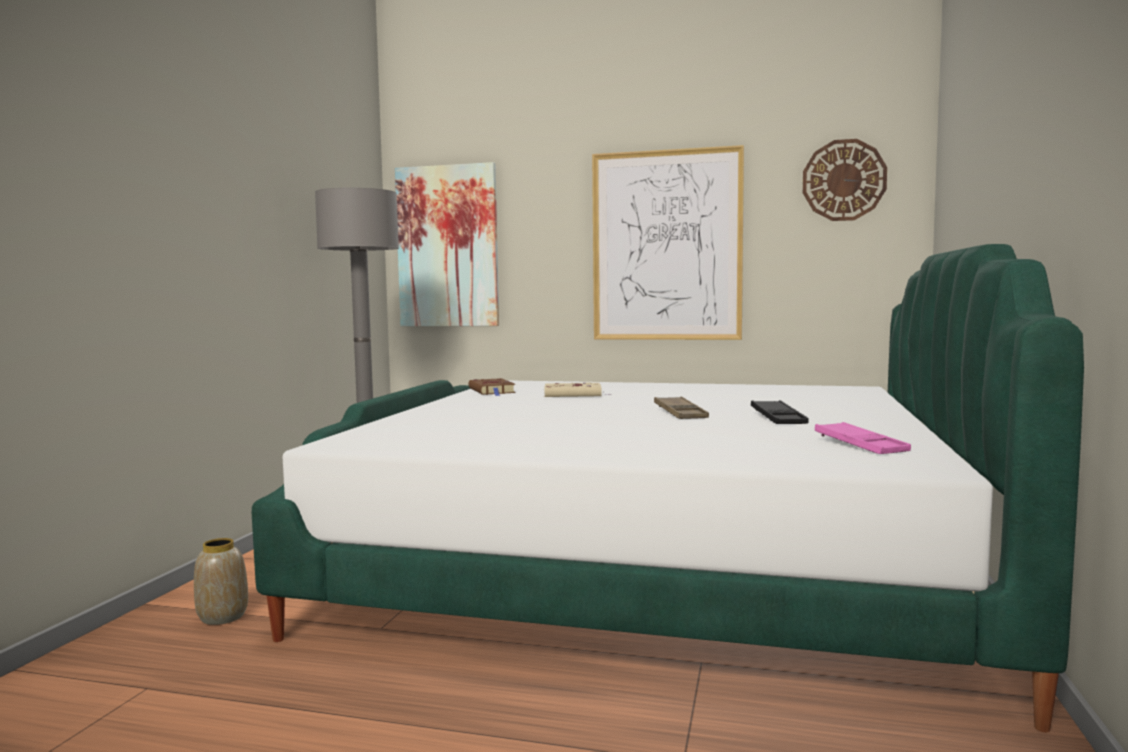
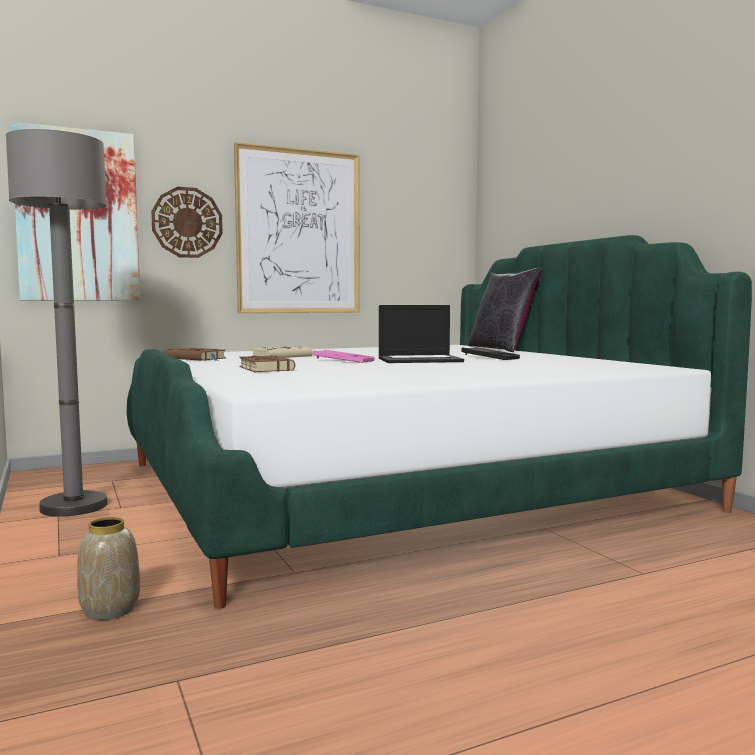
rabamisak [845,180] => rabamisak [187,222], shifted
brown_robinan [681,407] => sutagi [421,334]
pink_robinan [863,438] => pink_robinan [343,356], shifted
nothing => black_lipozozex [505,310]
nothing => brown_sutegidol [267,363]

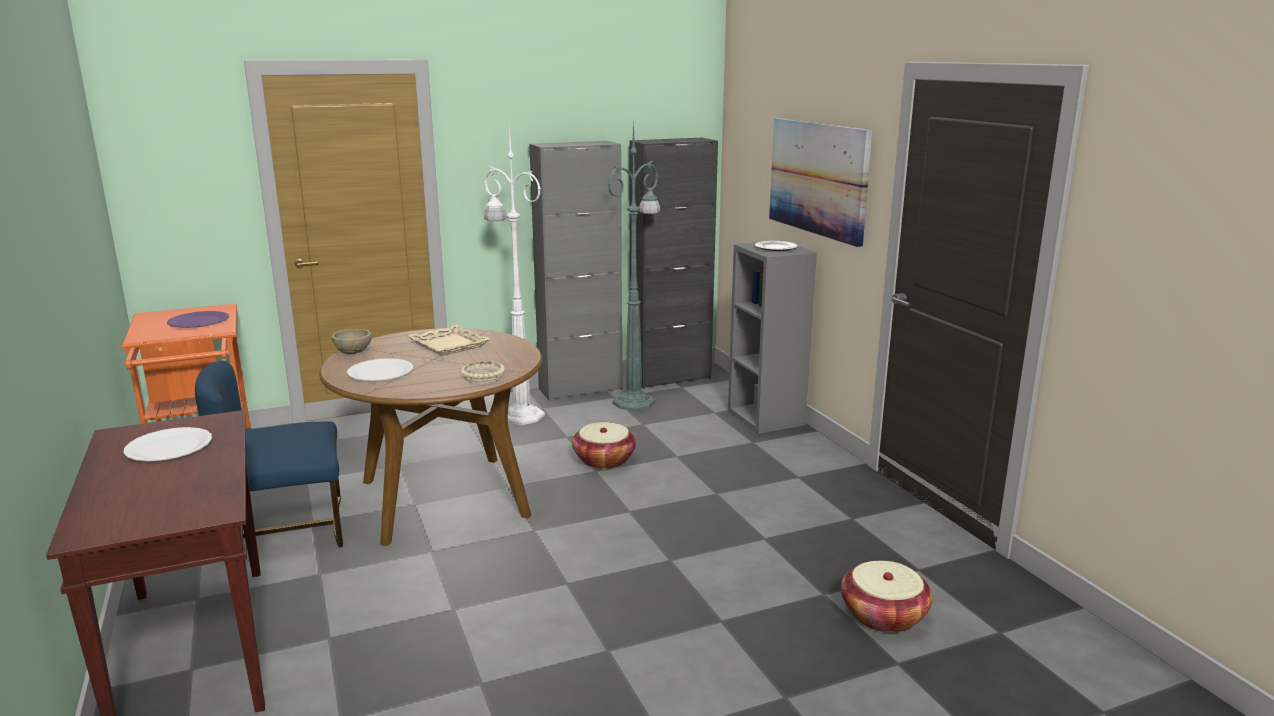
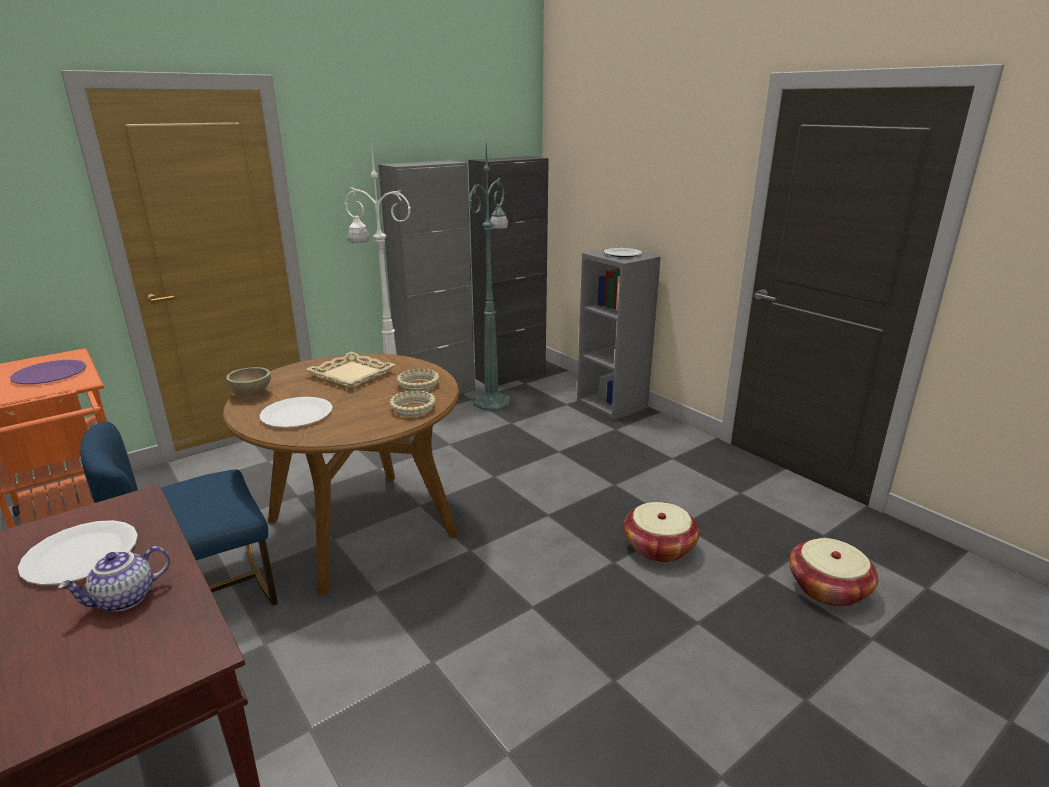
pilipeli [820,182] => nothing
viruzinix [604,445] => viruzinix [661,532], shifted
nothing => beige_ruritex [418,380]
nothing => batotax [114,579]

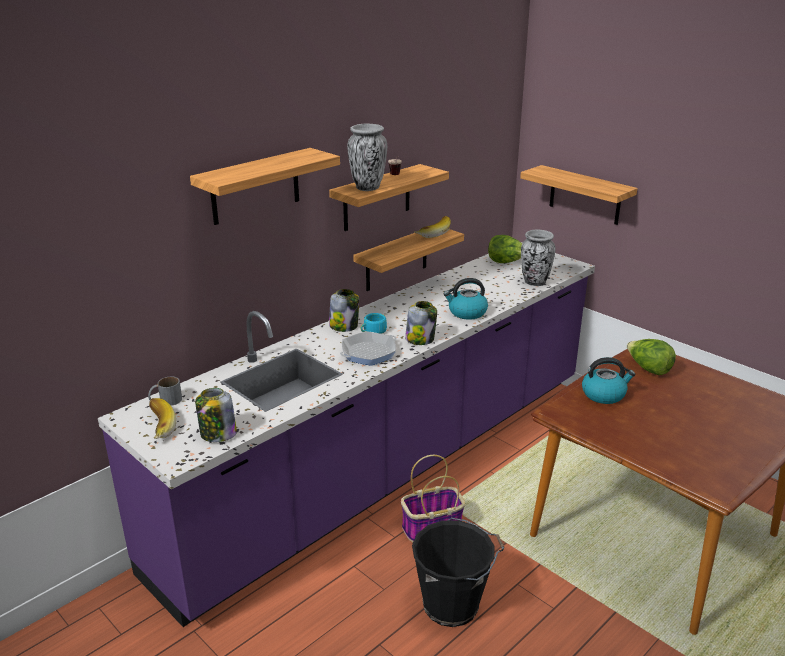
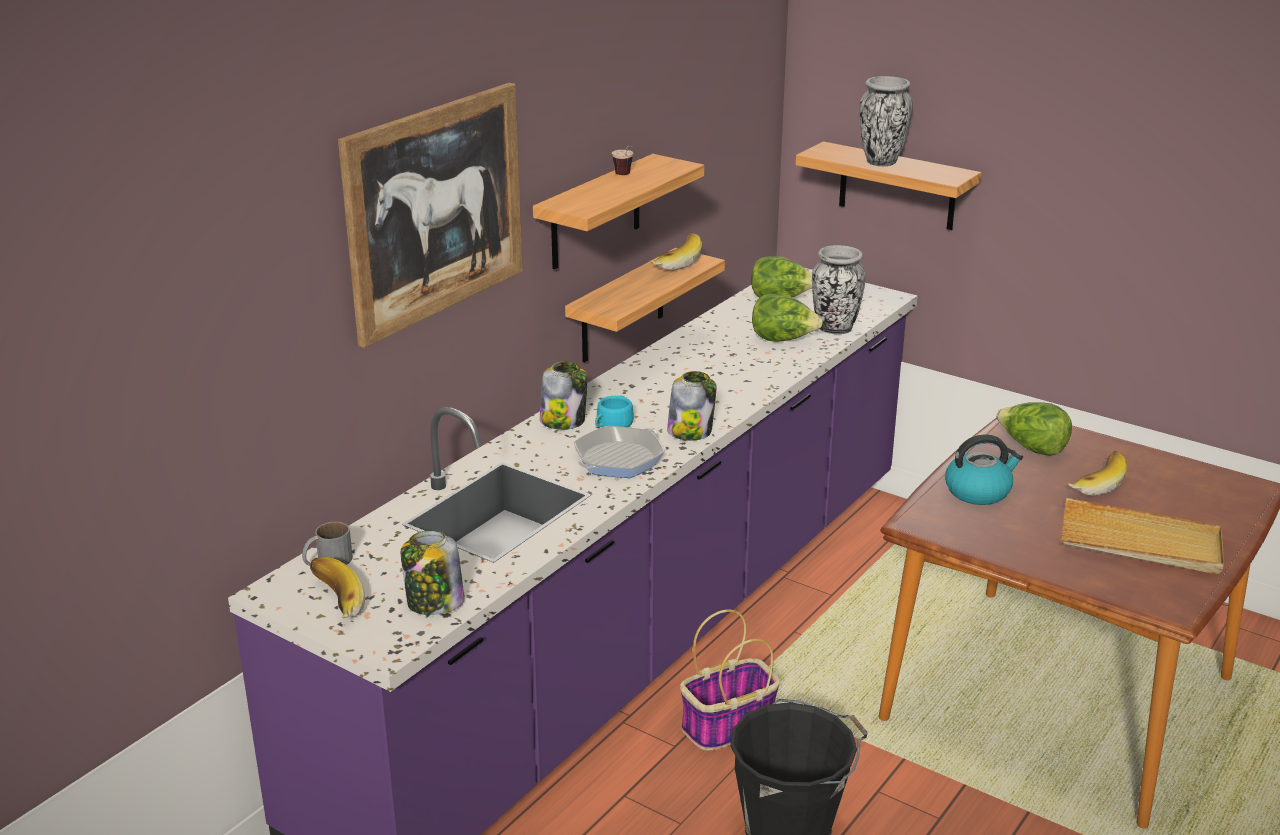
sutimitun [367,157] => sutimitun [886,121], shifted
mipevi [265,186] => pilipeli [430,215]
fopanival [465,299] => nothing
nothing => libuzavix [787,318]
nothing => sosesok [1097,473]
nothing => beige_robinan [1142,536]

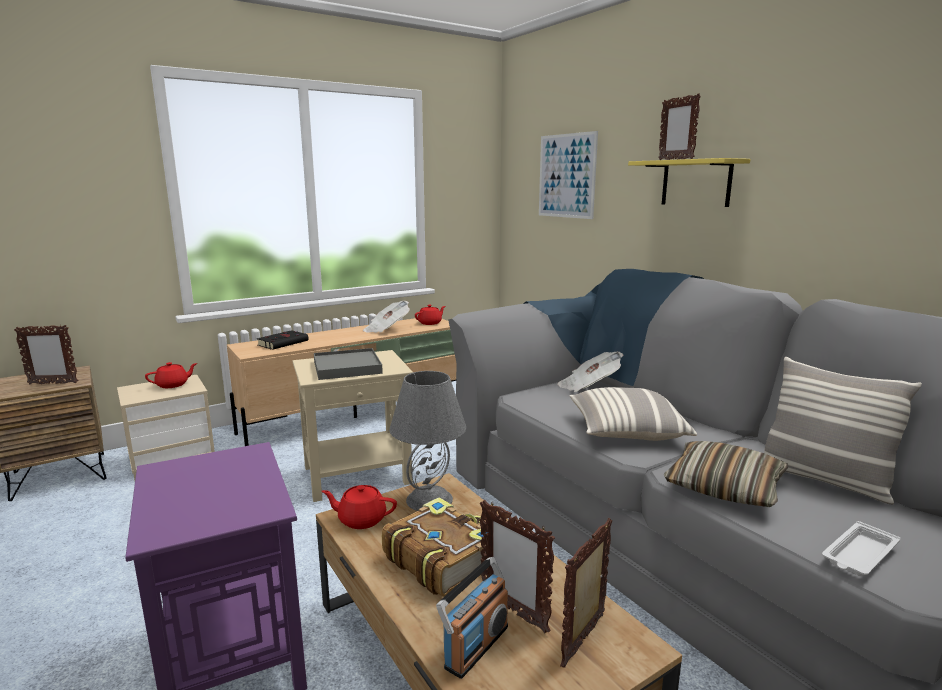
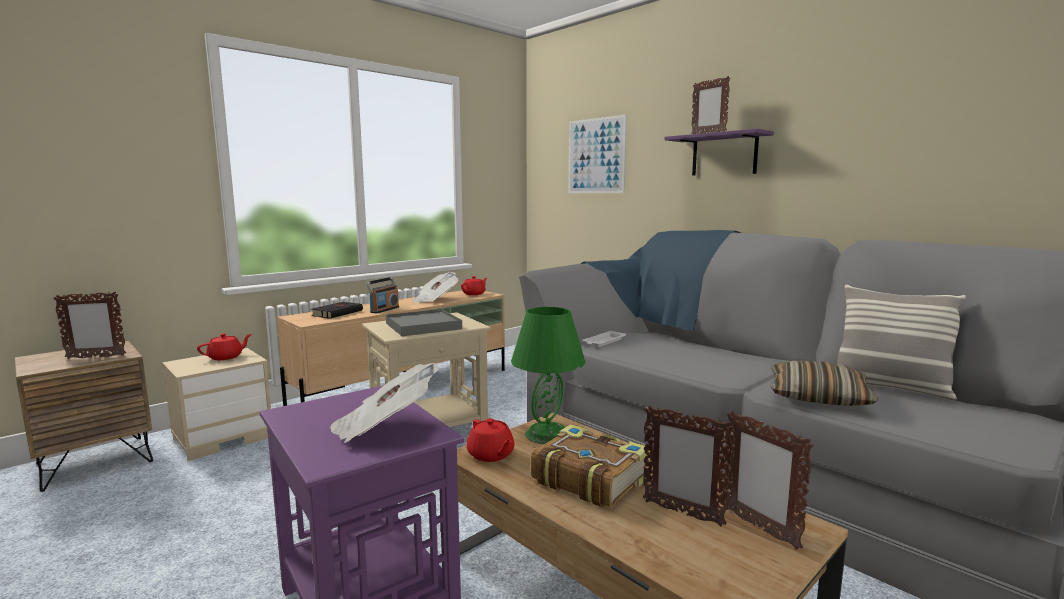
yellow_mipevi [689,182] => purple_mipevi [719,152]
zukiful [591,372] => zukiful [384,403], shifted
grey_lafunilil [427,441] => green_lafunilil [548,375]
lipozozex [633,414] => nothing
red_batotax [359,507] => red_batotax [491,440], 120 degrees counterclockwise
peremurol [586,593] => peremurol [769,480], 60 degrees counterclockwise
white_robinan [861,548] => white_robinan [604,339], shifted
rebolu [472,618] => rebolu [382,295], shifted

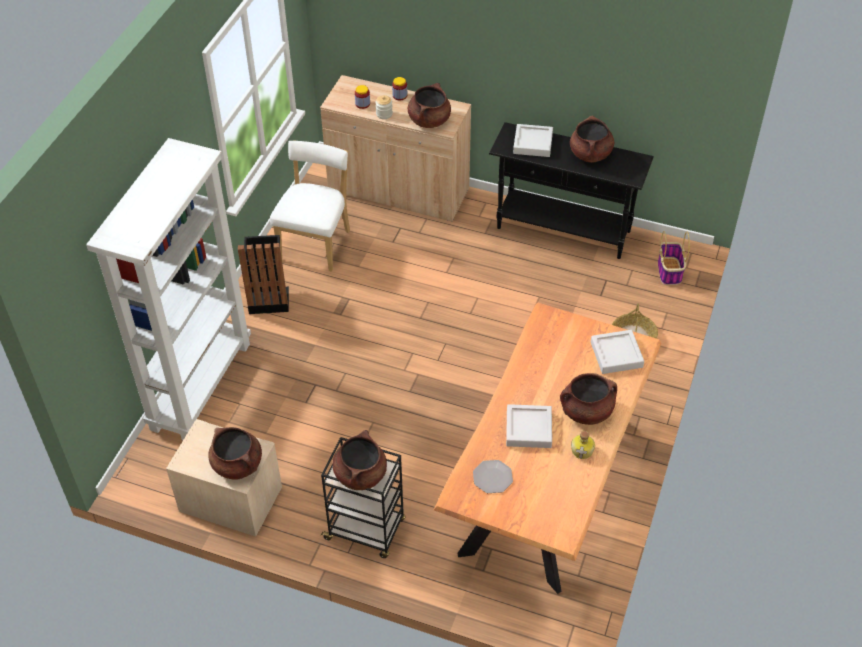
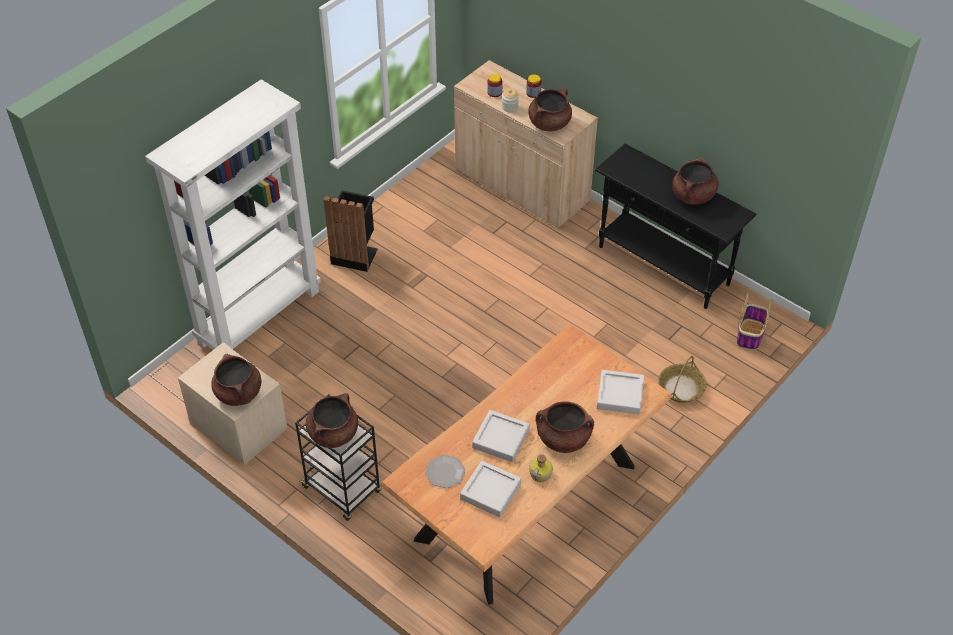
grey_robinan [533,140] => grey_robinan [490,489], shifted
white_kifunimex [310,206] => nothing

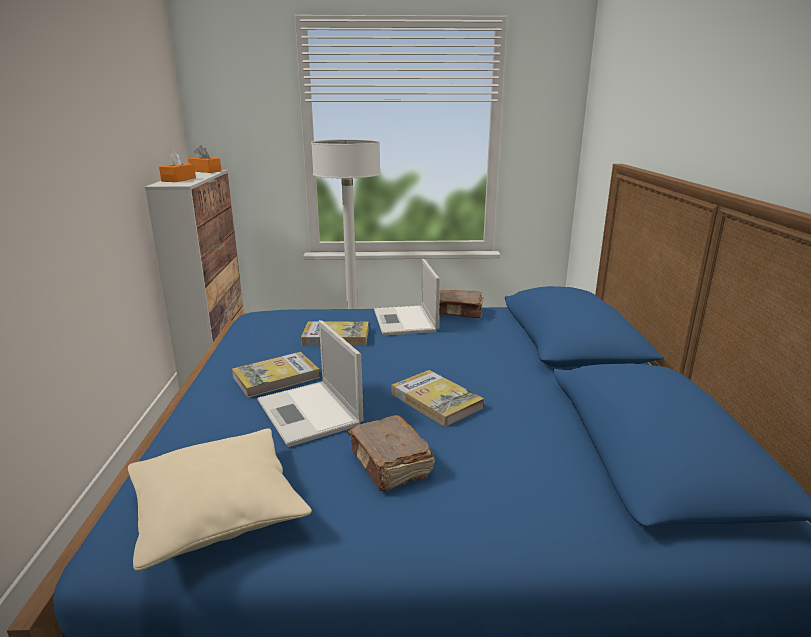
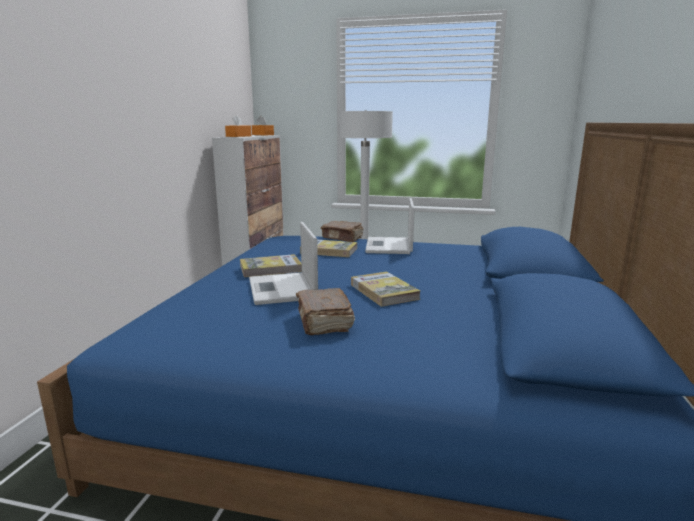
brown_sutegidol [461,304] => brown_sutegidol [342,231], shifted
beige_lipozozex [220,499] => nothing

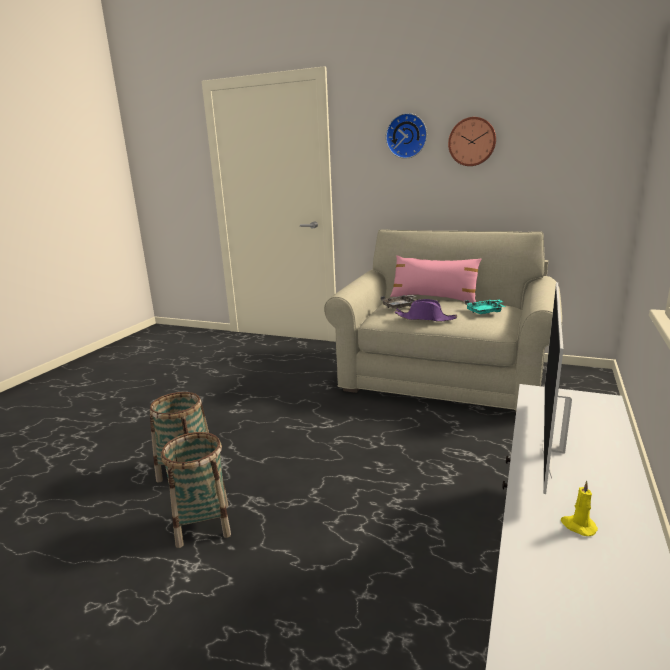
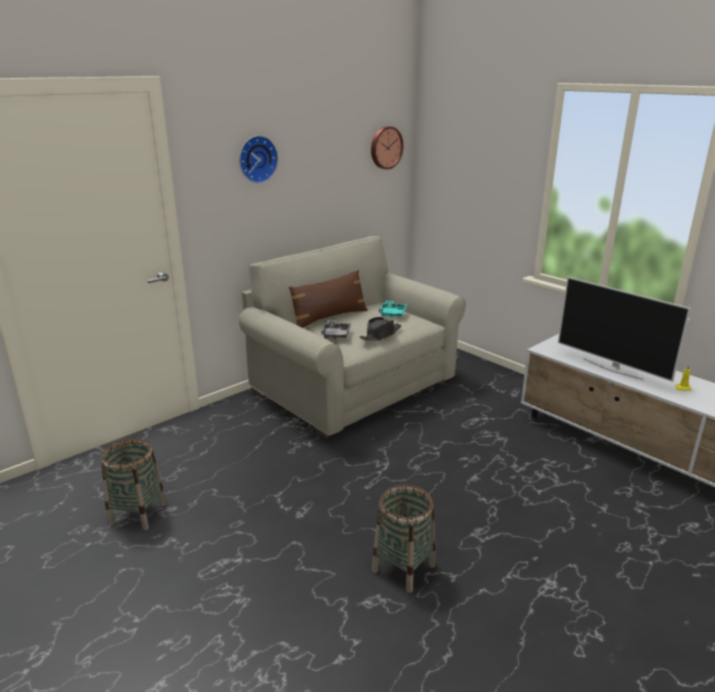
rabamisak [472,141] => rabamisak [387,147], shifted
pink_lipozozex [435,279] => brown_lipozozex [328,299]
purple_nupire [426,310] => black_nupire [380,329]
viruzinix [196,490] => viruzinix [133,484], shifted

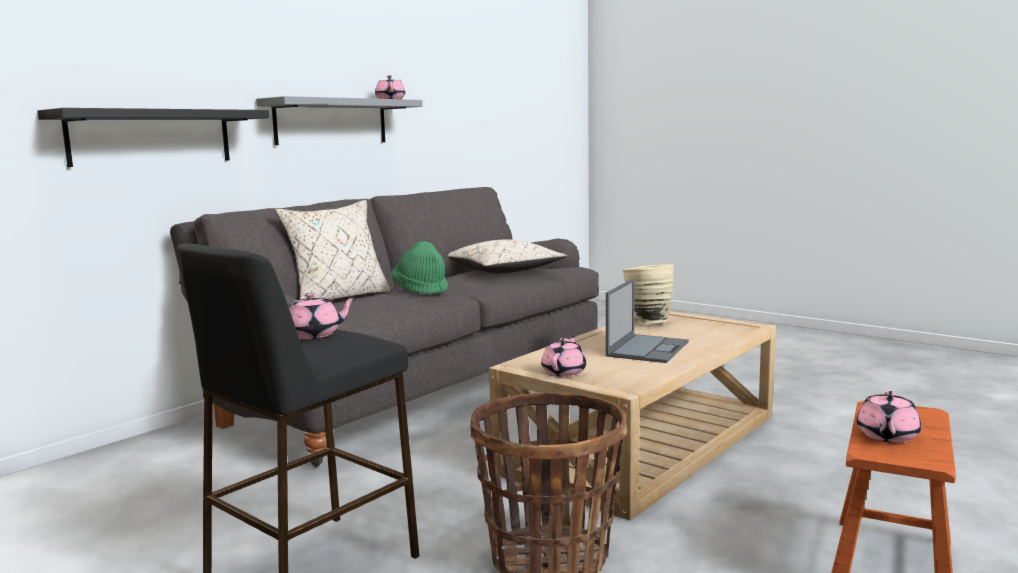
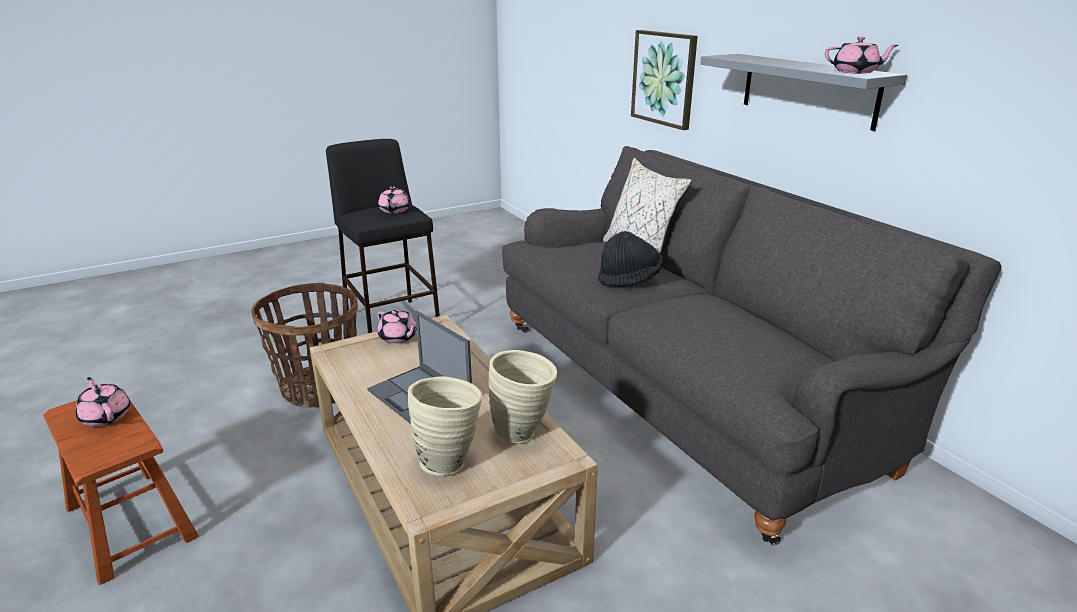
black_mipevi [153,137] => pilipeli [664,80]
beige_lipozozex [507,256] => nothing
green_nupire [420,268] => black_nupire [630,259]
nothing => beige_sutimitun [445,426]

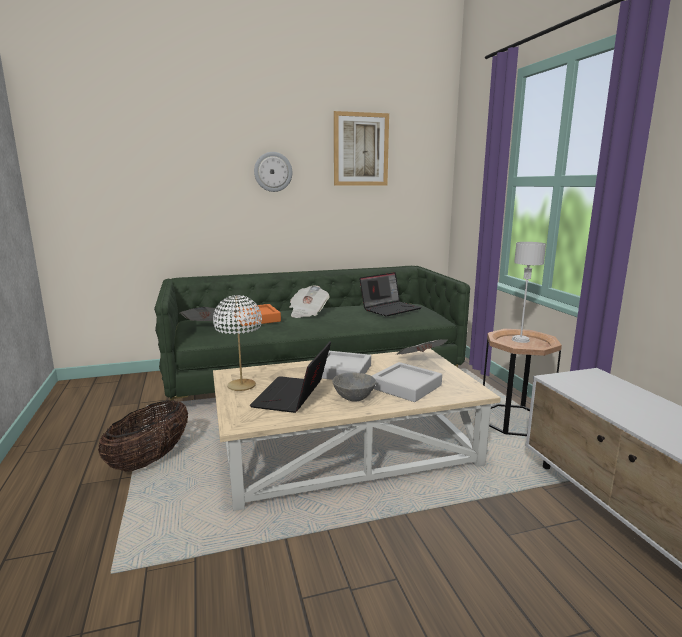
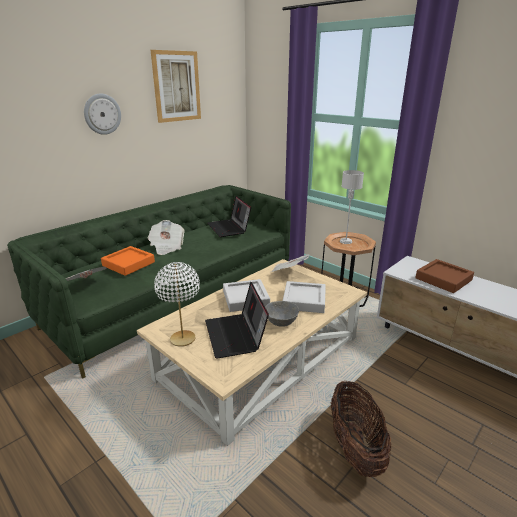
sutagi [390,294] => sutagi [229,216], 135 degrees clockwise
viruzinix [143,436] => viruzinix [361,429], shifted
nothing => brown_robinan [444,276]

